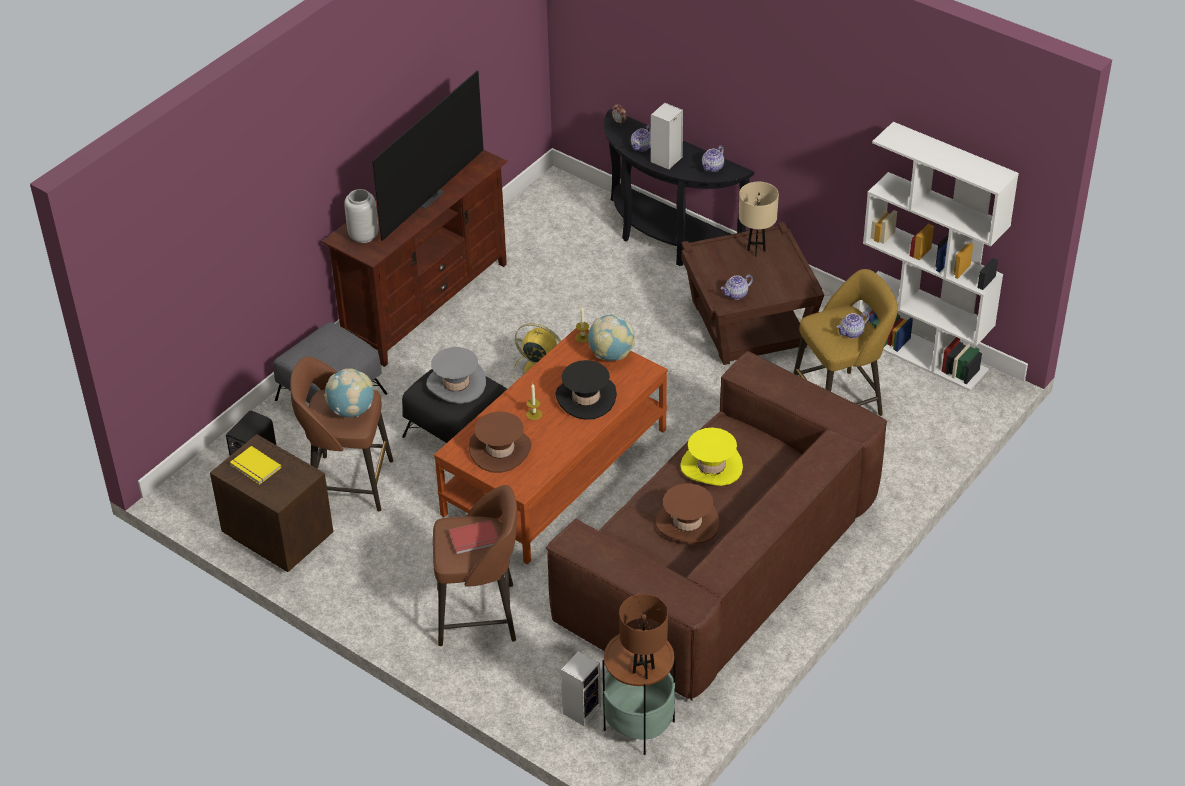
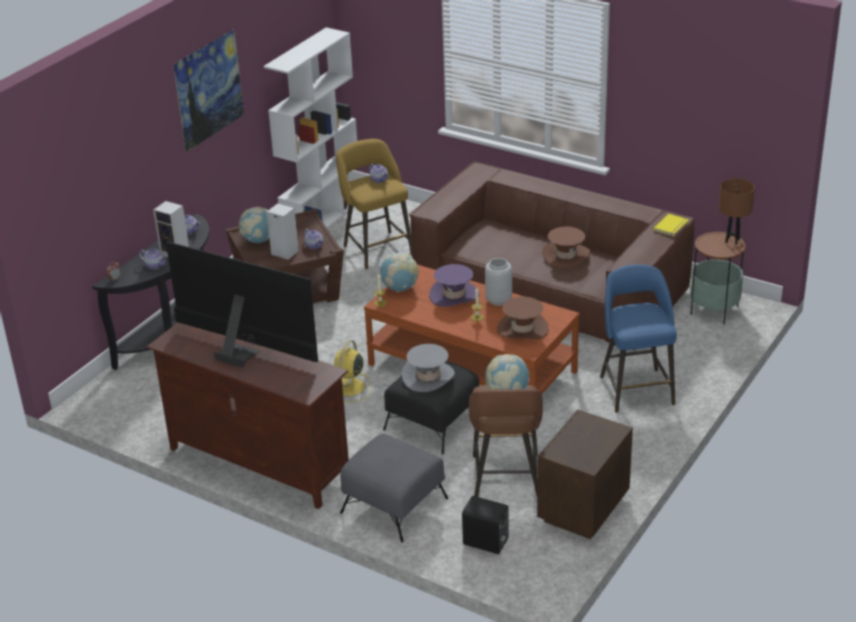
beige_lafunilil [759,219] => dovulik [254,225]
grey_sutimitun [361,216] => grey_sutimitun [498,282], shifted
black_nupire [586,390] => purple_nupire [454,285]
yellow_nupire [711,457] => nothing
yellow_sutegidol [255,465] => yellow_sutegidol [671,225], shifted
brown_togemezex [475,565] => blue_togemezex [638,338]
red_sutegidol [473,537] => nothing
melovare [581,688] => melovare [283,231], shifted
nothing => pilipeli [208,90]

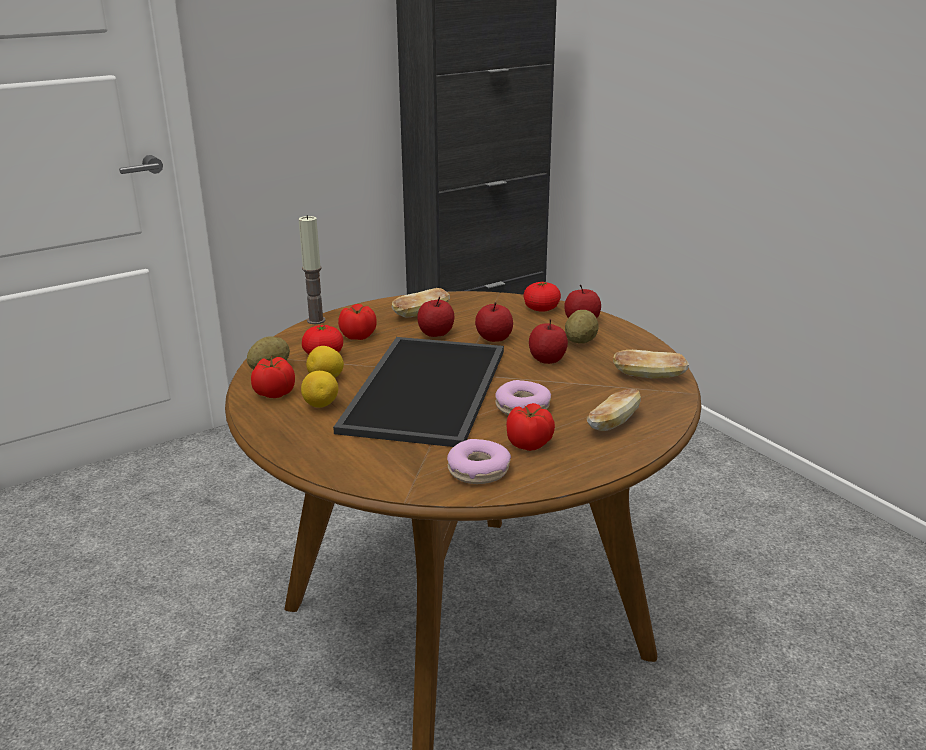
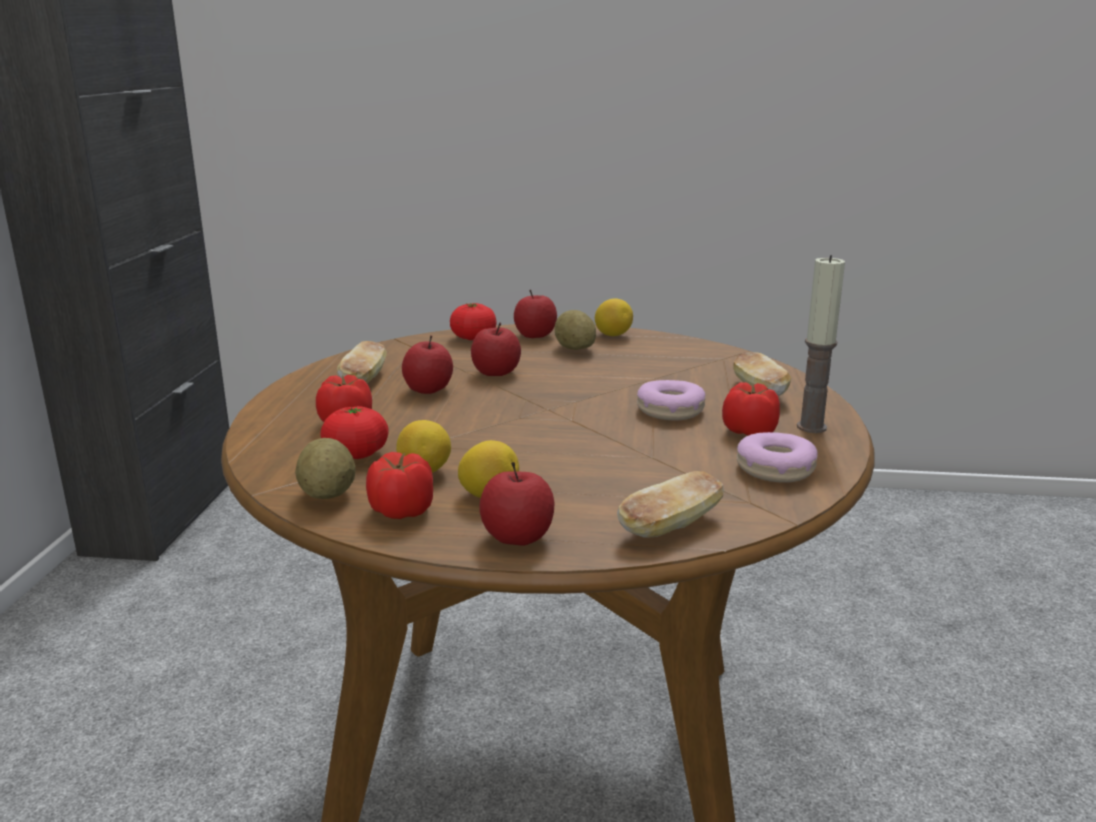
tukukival [312,269] => tukukival [821,344], shifted
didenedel [548,341] => didenedel [517,504], shifted
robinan [418,392] => nothing
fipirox [651,364] => fipirox [670,504], shifted
nothing => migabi [614,317]

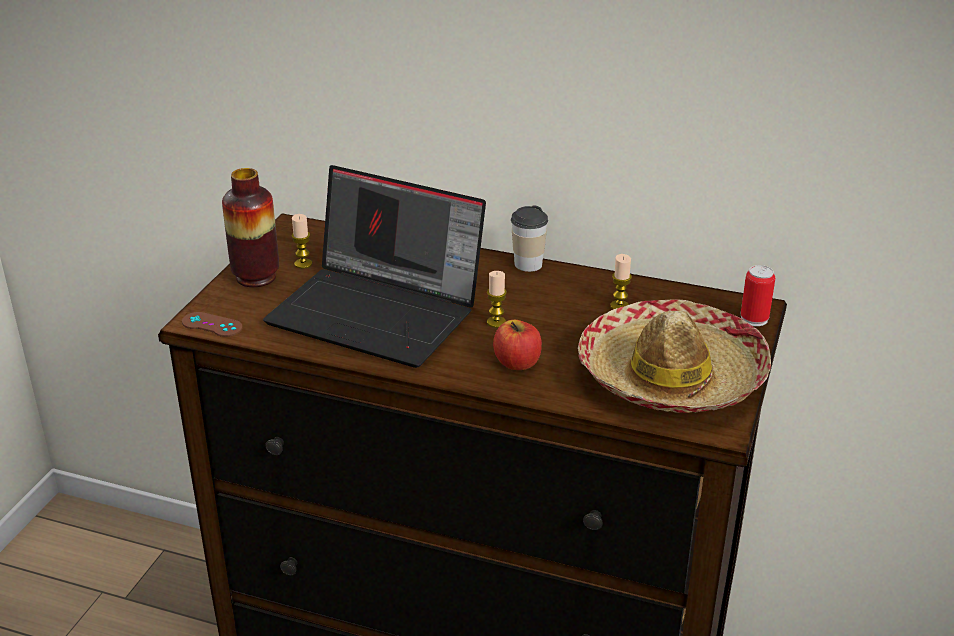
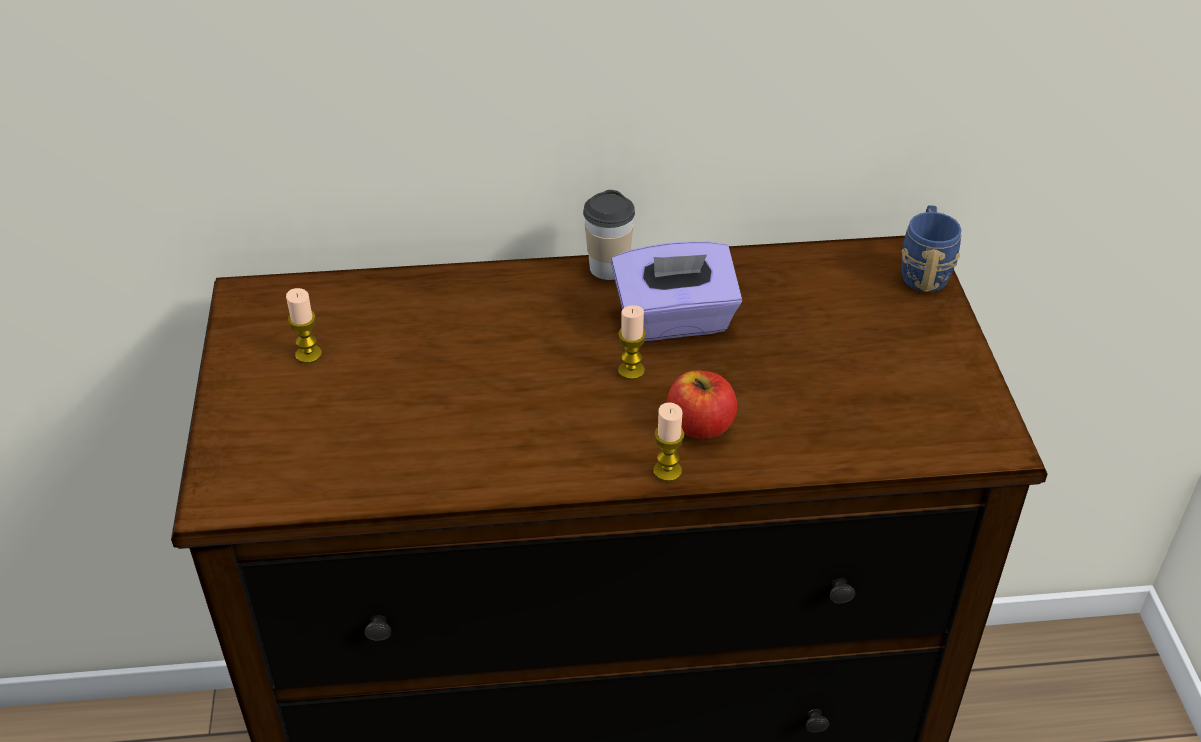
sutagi [374,266] => nothing
sutimitun [250,227] => nothing
tukukival [621,281] => tukukival [668,442], shifted
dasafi [758,295] => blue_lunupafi [931,248]
nupire [674,356] => nothing
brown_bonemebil [212,324] => nothing
nothing => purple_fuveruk [676,291]

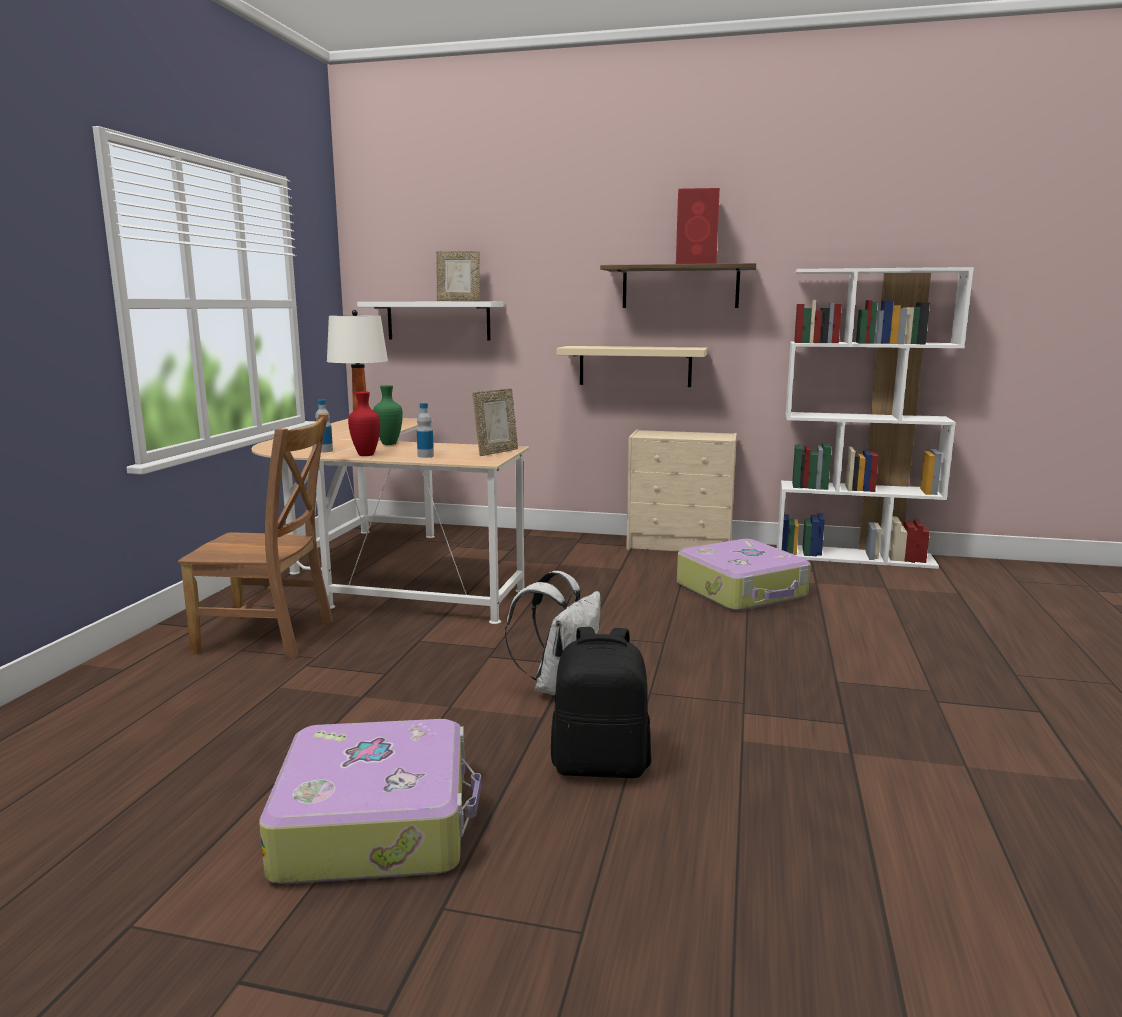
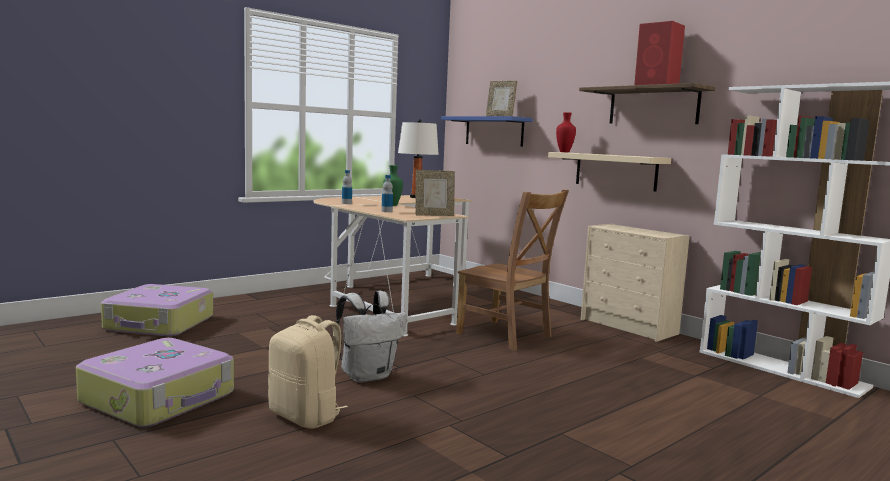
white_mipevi [430,321] => blue_mipevi [487,131]
red_sutimitun [364,423] => red_sutimitun [566,132], shifted
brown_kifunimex [255,536] => brown_kifunimex [512,270], shifted
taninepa [744,575] => taninepa [157,310], shifted
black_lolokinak [601,702] => beige_lolokinak [308,372]

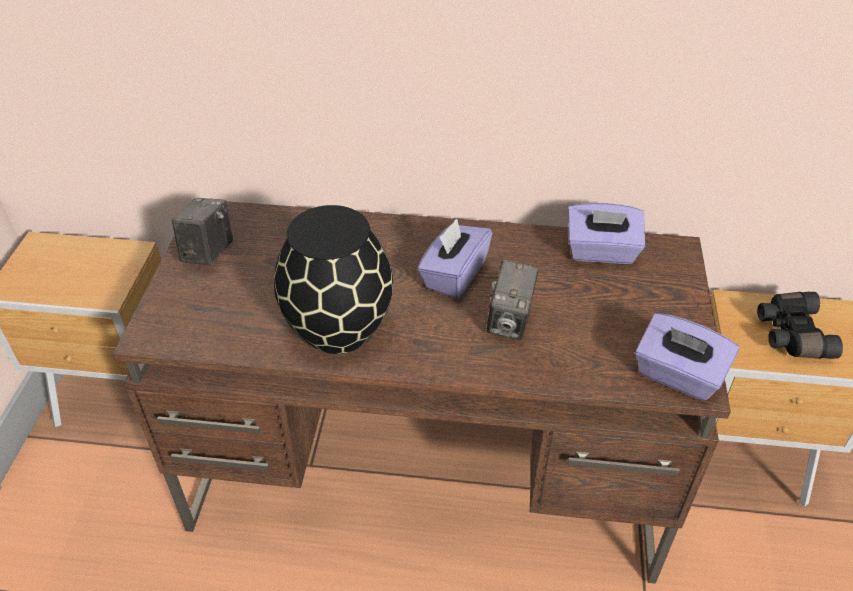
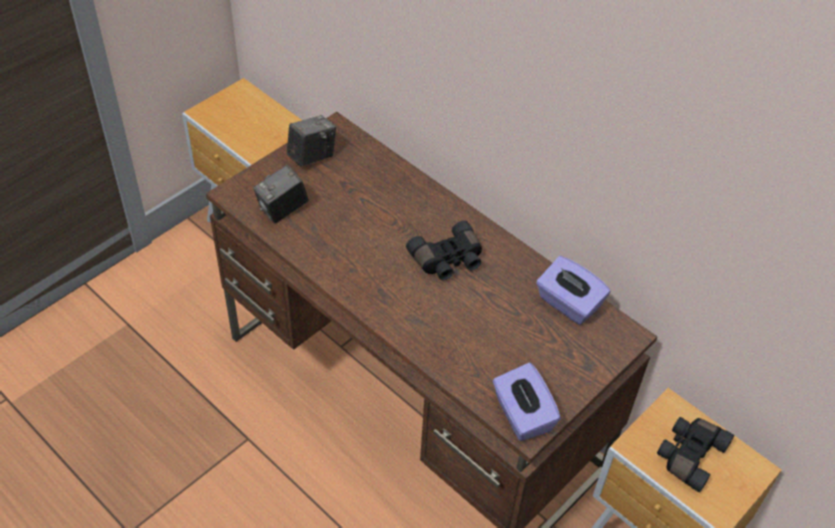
black_sutimitun [333,279] => nothing
purple_fuveruk [454,258] => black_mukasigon [444,250]
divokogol [513,299] => divokogol [281,194], shifted

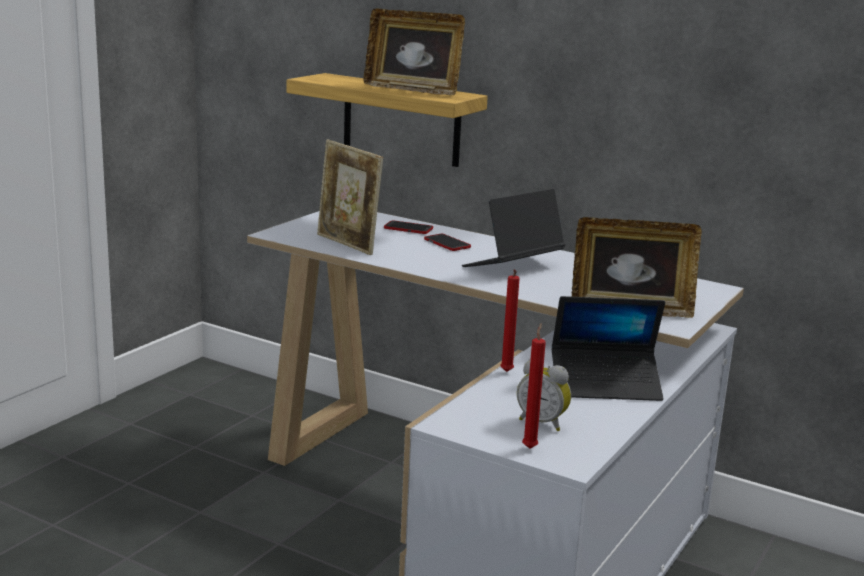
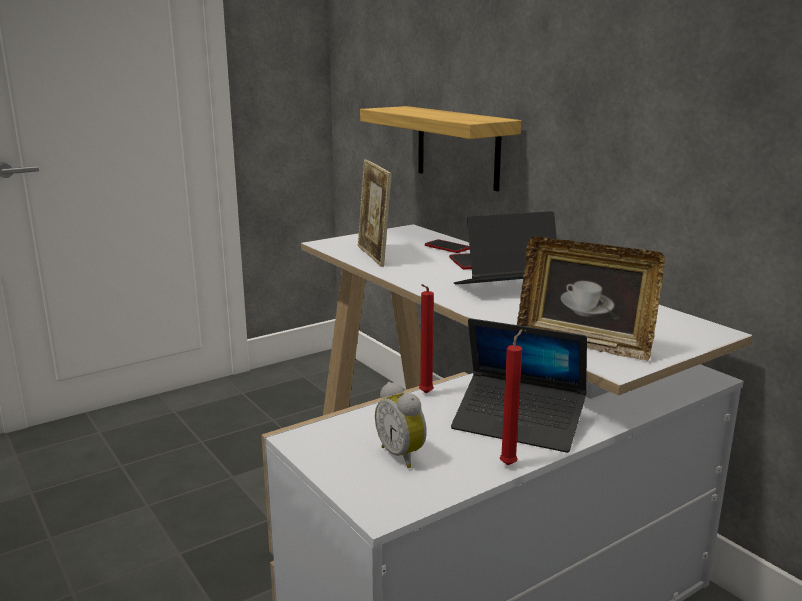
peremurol [414,51] => nothing
red_tukukival [534,386] => red_tukukival [511,397], shifted

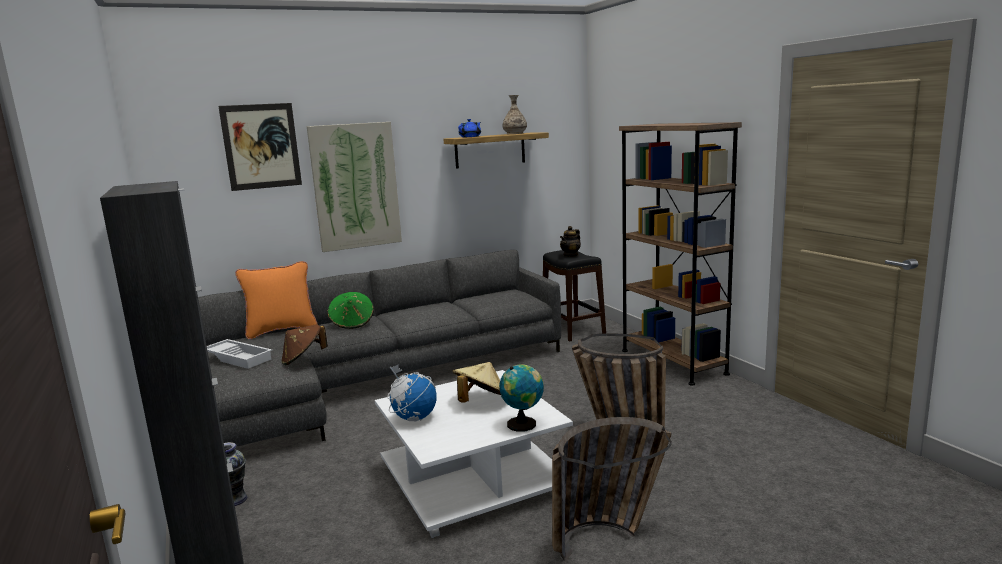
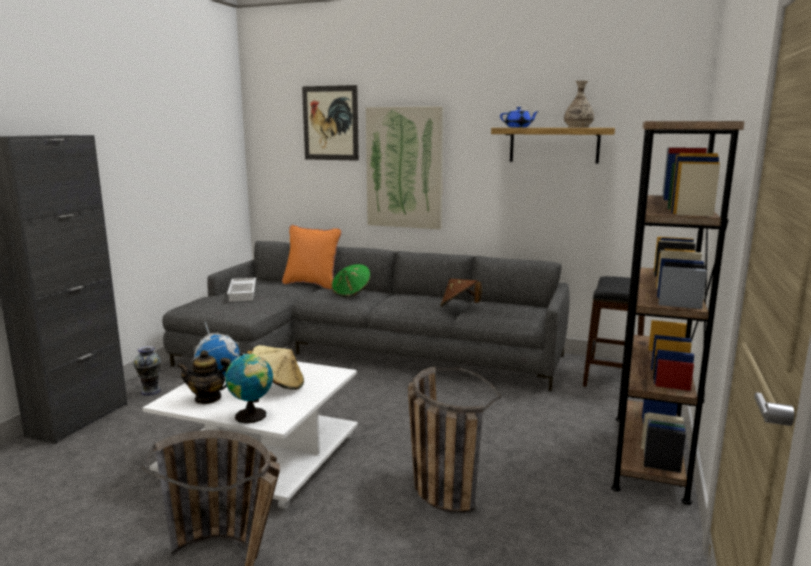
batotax [570,241] => batotax [204,377], shifted
brown_nupire [305,344] => brown_nupire [461,293], shifted

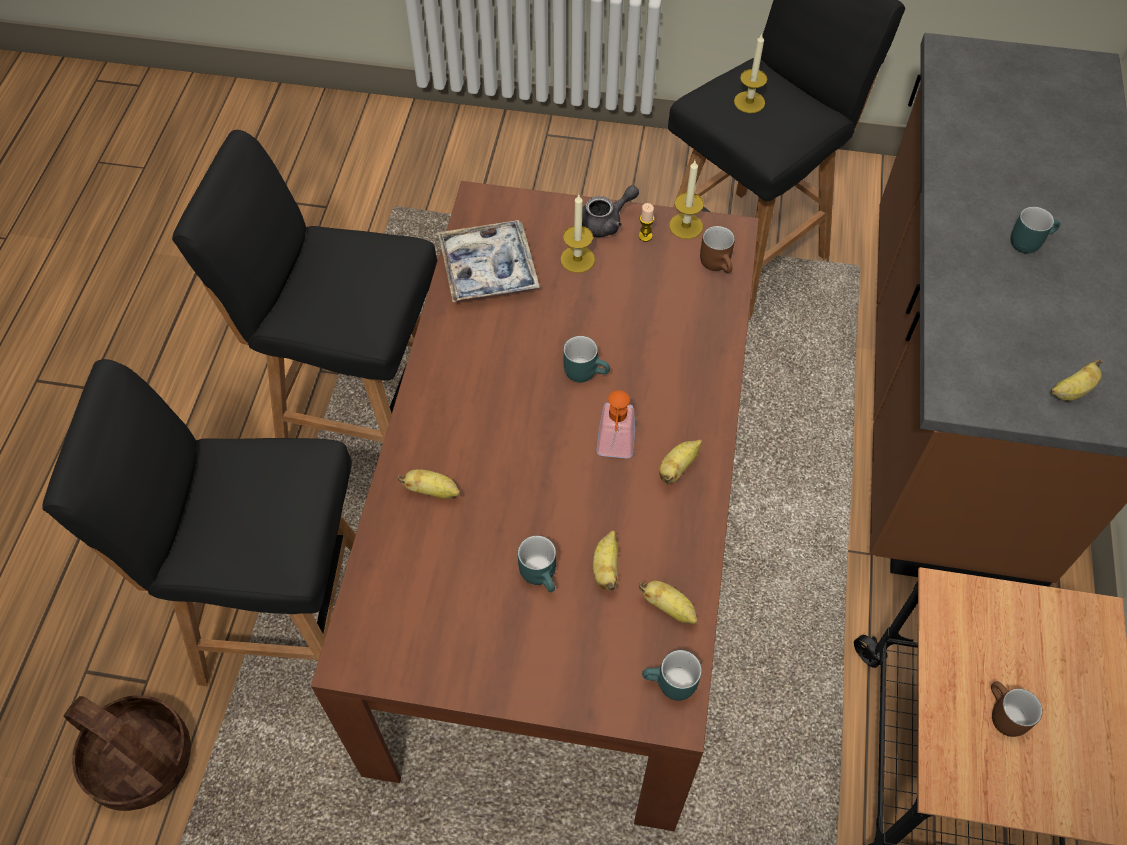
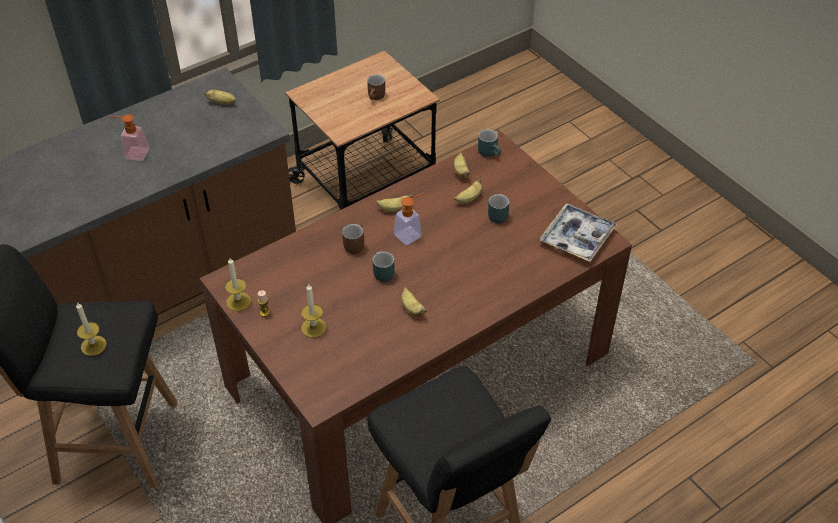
grey_batotax [610,211] => nothing
turquoise_lunupafi [1035,230] => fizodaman [128,137]
robinan [489,261] => robinan [578,232], shifted
brown_lunupafi [717,249] => brown_lunupafi [353,239], shifted
black_togemezex [199,522] => nothing
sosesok [429,484] => sosesok [413,302], shifted
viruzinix [127,753] => nothing

